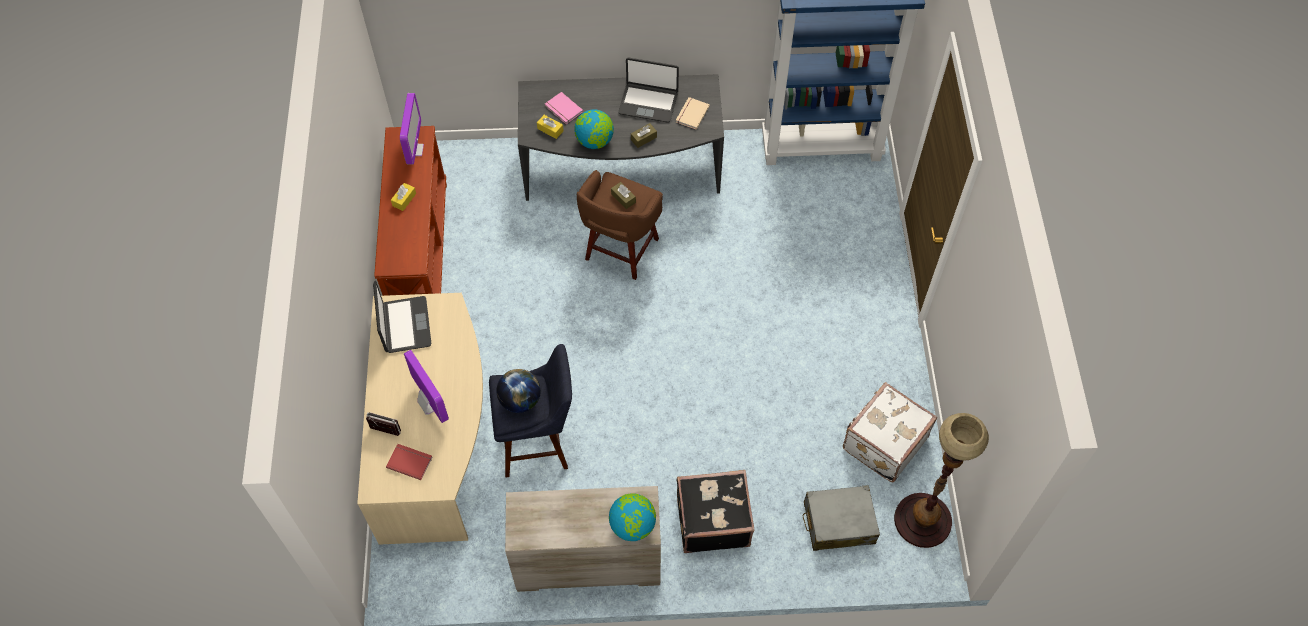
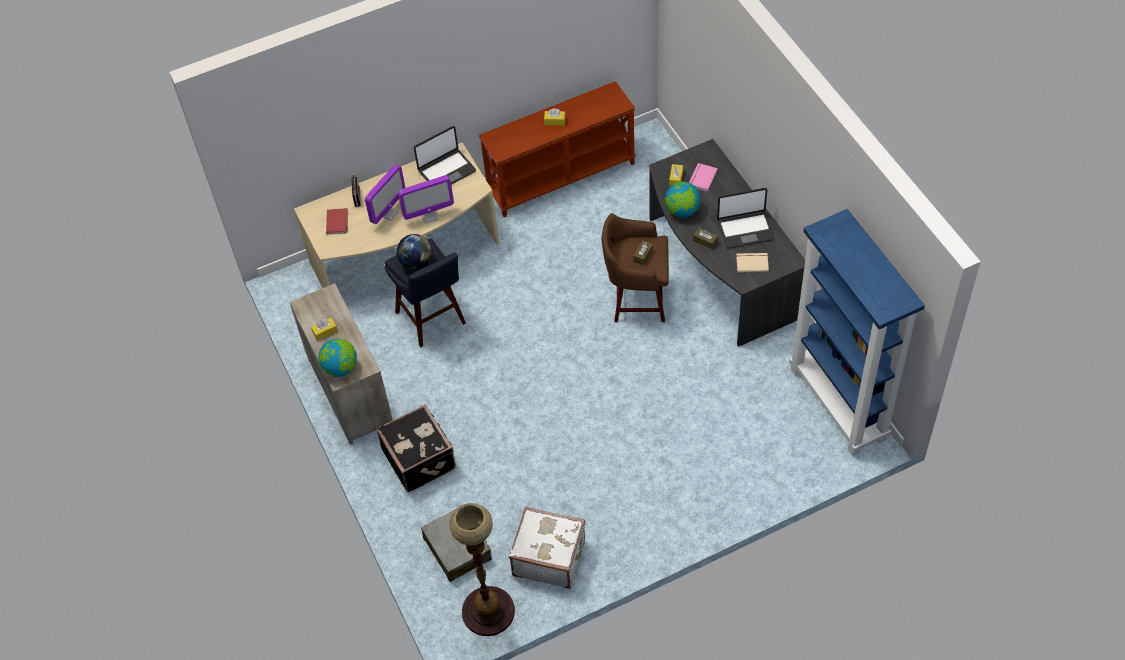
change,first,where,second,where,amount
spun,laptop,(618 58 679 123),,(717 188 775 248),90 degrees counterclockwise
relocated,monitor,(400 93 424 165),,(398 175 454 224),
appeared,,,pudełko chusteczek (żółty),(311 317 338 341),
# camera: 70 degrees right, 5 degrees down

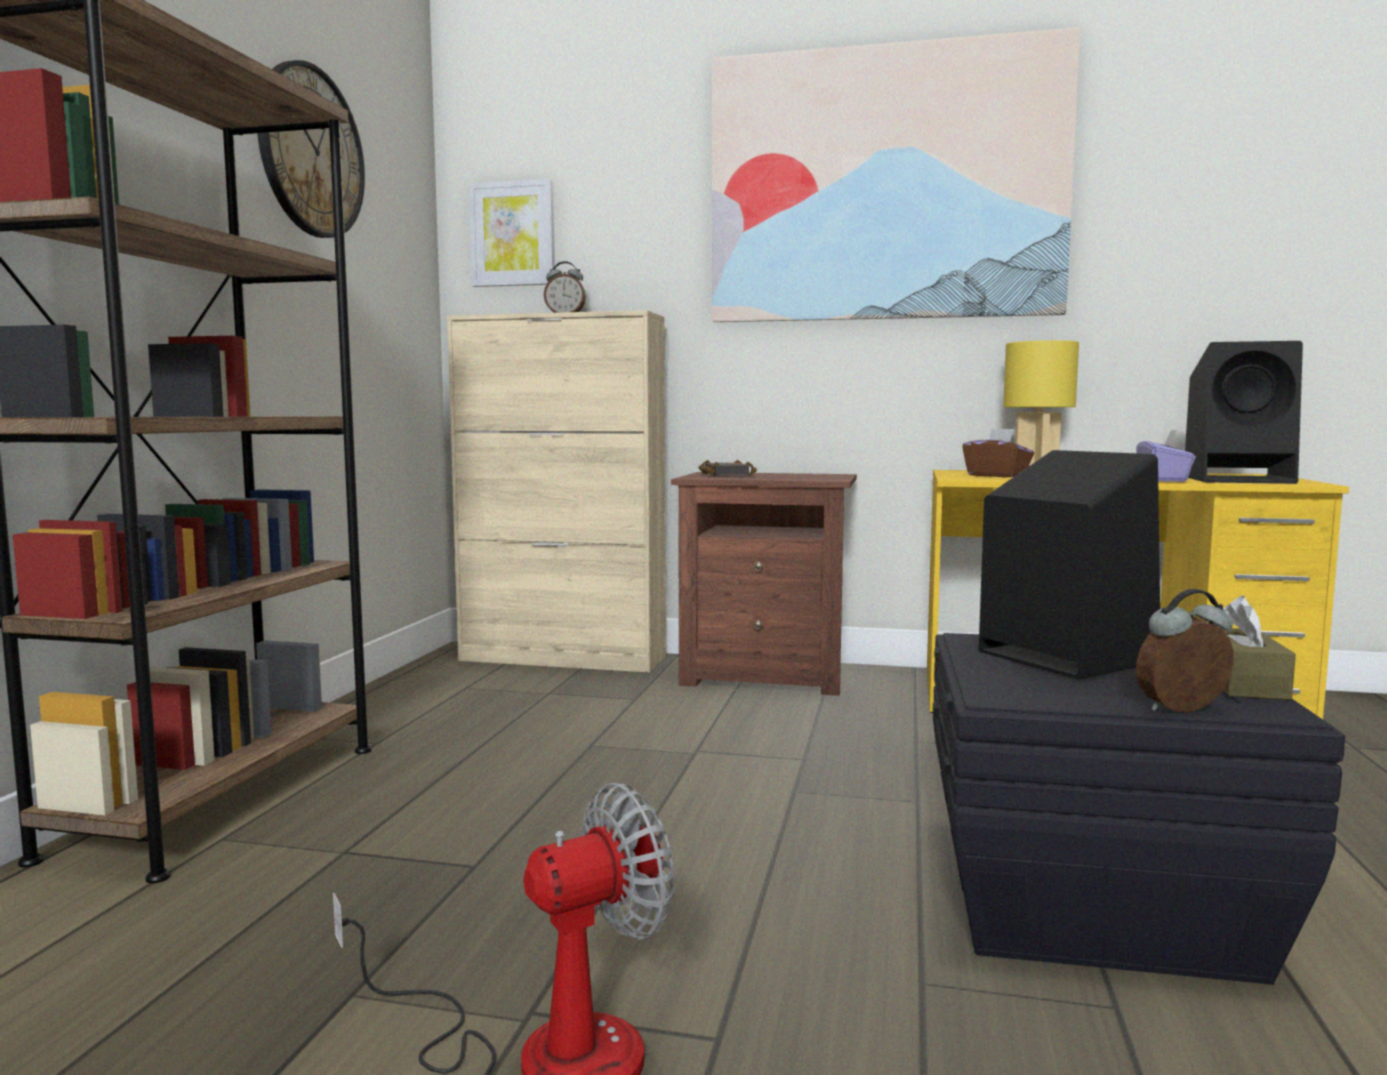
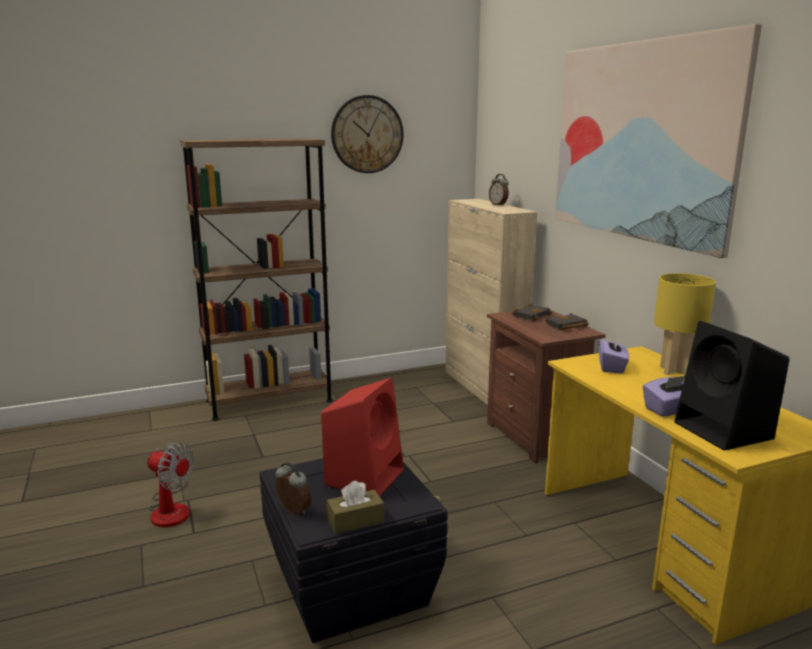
change,first,where,second,where,amount
missing,obraz,(469 179 555 287),,,
colour,pudełko chusteczek (brązowy),(962 428 1034 477),pudełko chusteczek (fioletowy),(599 336 629 373),
colour,głośnik (czarny),(978 450 1160 680),głośnik (czerwony),(321 377 404 496),
appeared,,,książka (czarny),(545 313 589 331),
# camera: 55 degrees right, 10 degrees up

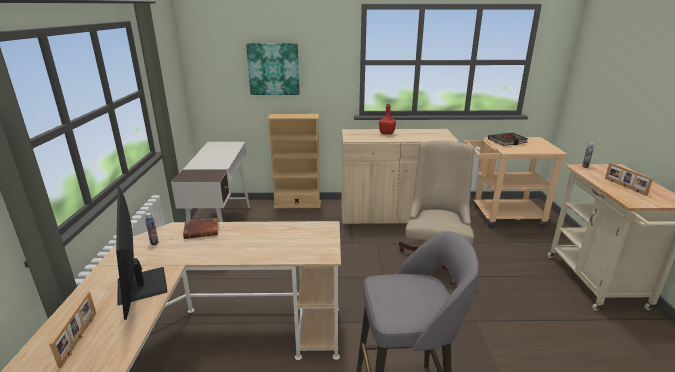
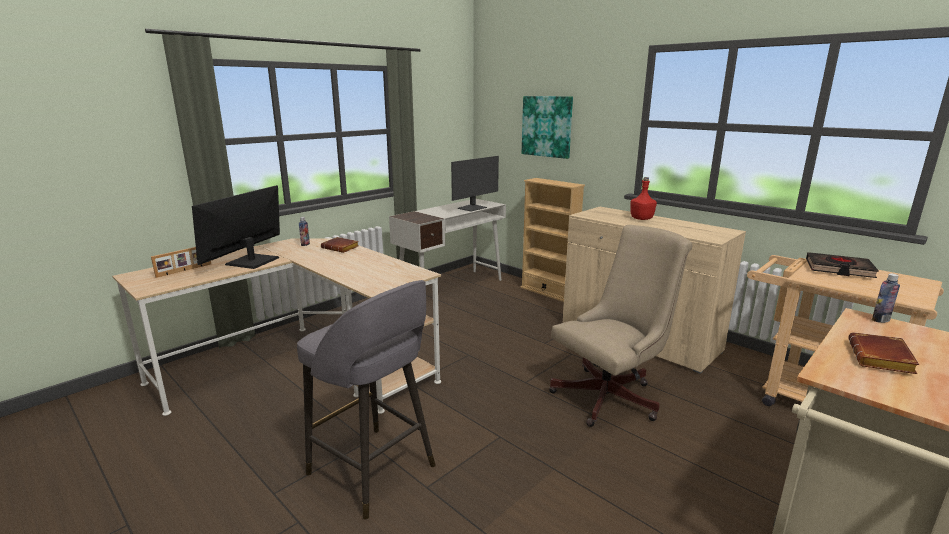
change,first,where,second,where,amount
exchanged,ramka na zdjęcie,(605 163 653 196),książka (brązowy),(848 332 920 374),
appeared,,,monitor,(451 156 499 211),
# camera: 45 degrees right, 5 degrees down

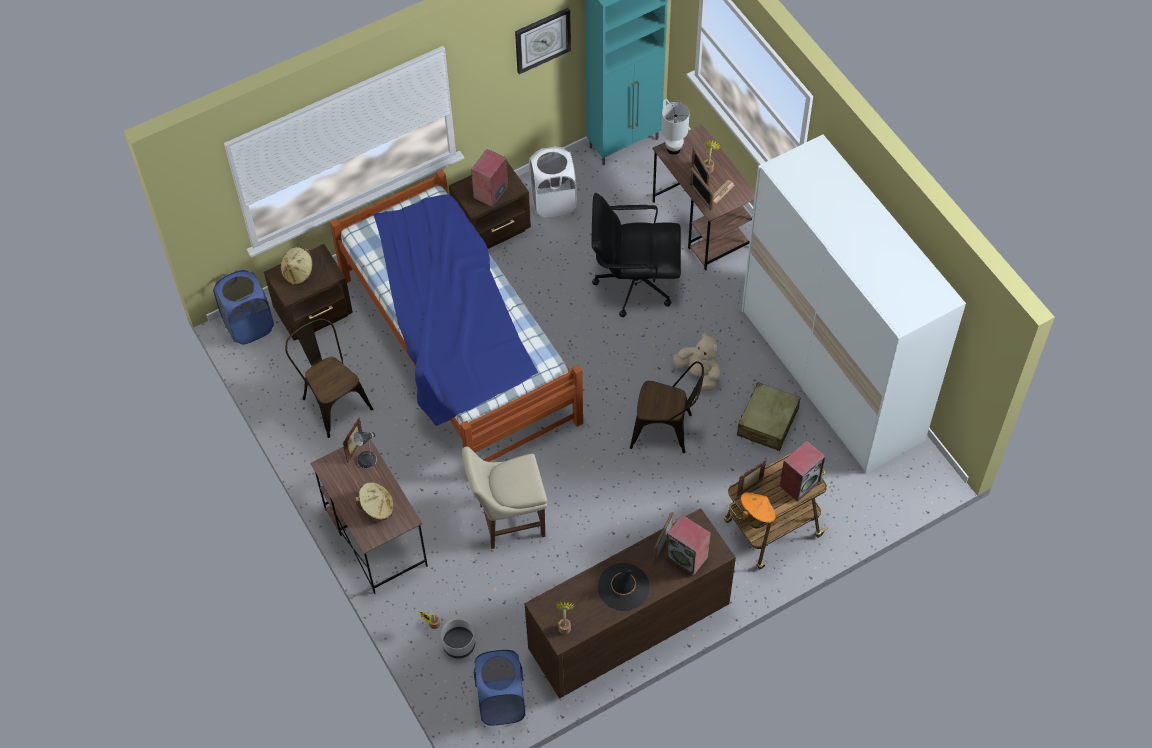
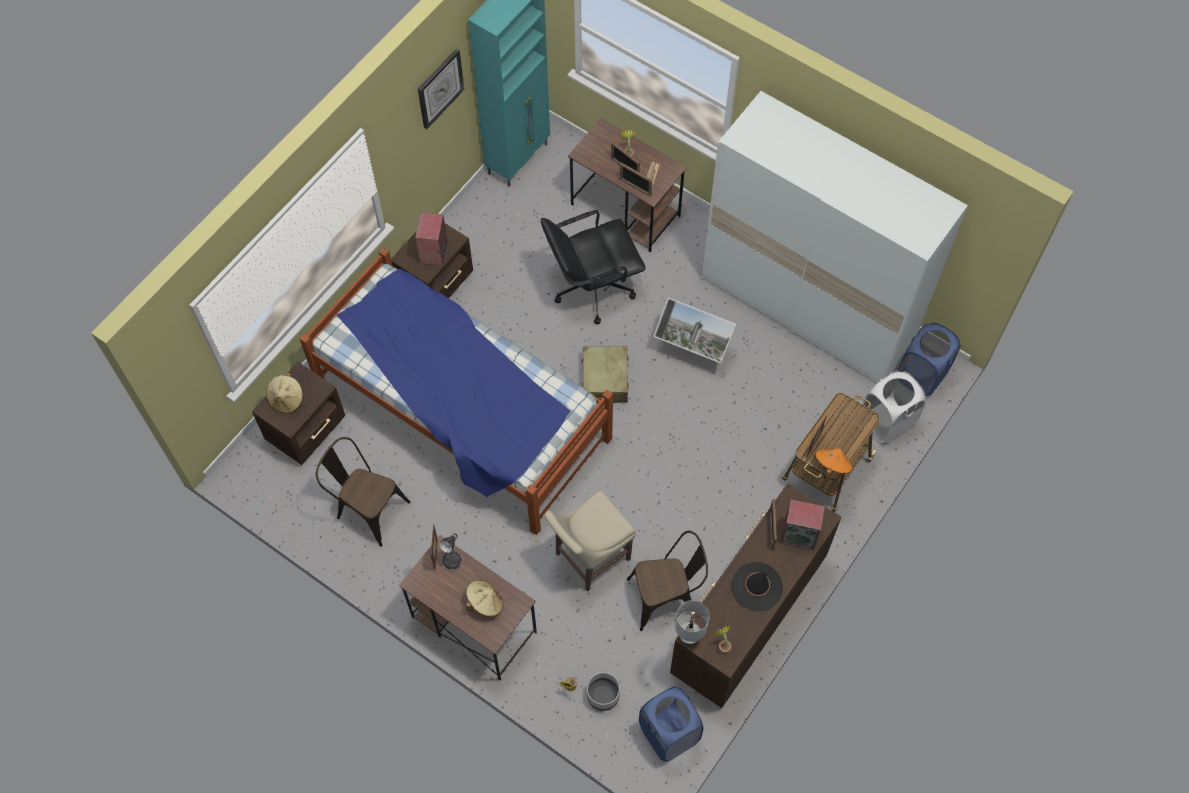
change,first,where,second,where,amount
relocated,lampa stołowa (biały),(661 102 690 155),,(675 600 710 645),
relocated,kosz na pranie (biały),(529 146 577 218),,(862 371 926 443),
relocated,kosz na pranie (niebieski),(213 270 274 345),,(898 323 961 396),
exchanged,pluszak (beżowy),(673 332 721 391),monitor,(654 298 736 363),
relocated,krzesło (brązowy),(630 361 704 453),,(627 531 708 631),
relocated,walizka (beżowy),(737 382 800 451),,(581 346 628 403),
missing,głośnik,(780 441 826 502),,,
# camera: 25 degrees left, 5 degrees up

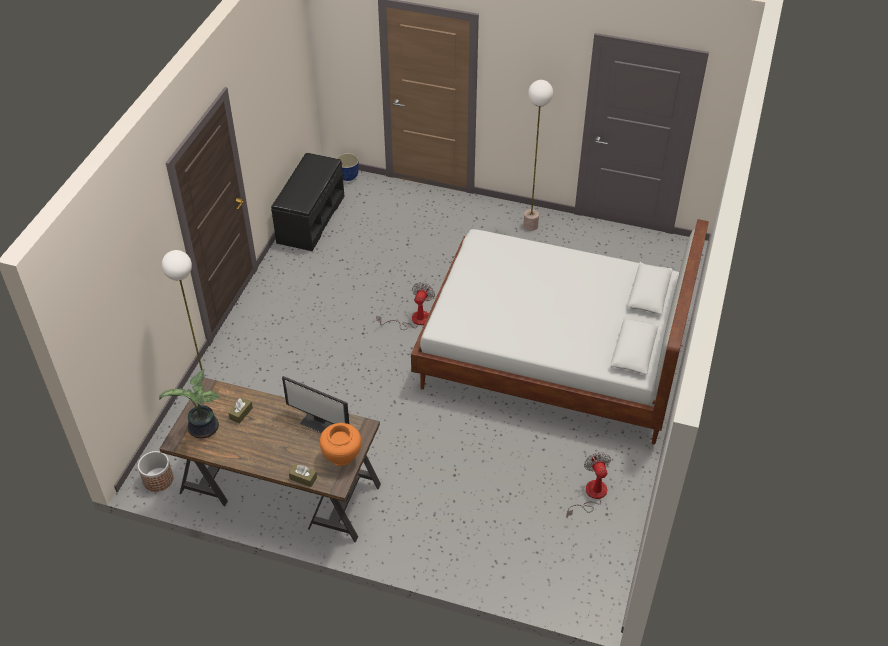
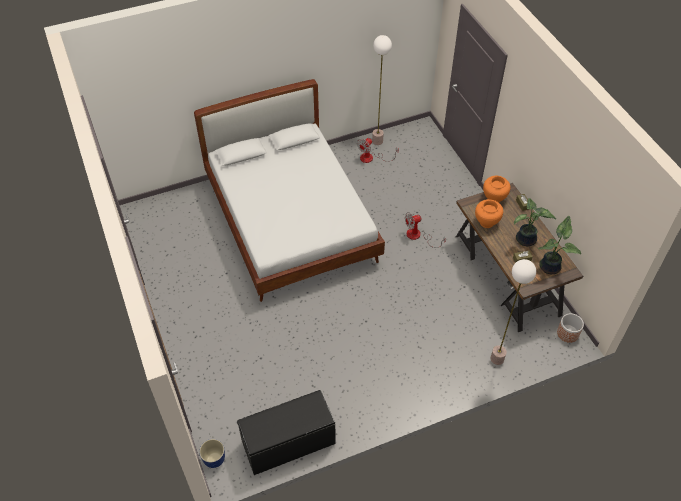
change,first,where,second,where,amount
relocated,lampa stojąca,(523 80 553 231),,(372 35 392 145),
relocated,wentylator,(376 282 435 330),,(405 212 446 248),
exchanged,monitor,(282 376 349 433),wazon (pomarańczowy),(475 199 503 228),
appeared,,,roślina doniczkowa,(514 198 556 246),
# camera: 130 degrees left, 5 degrees up

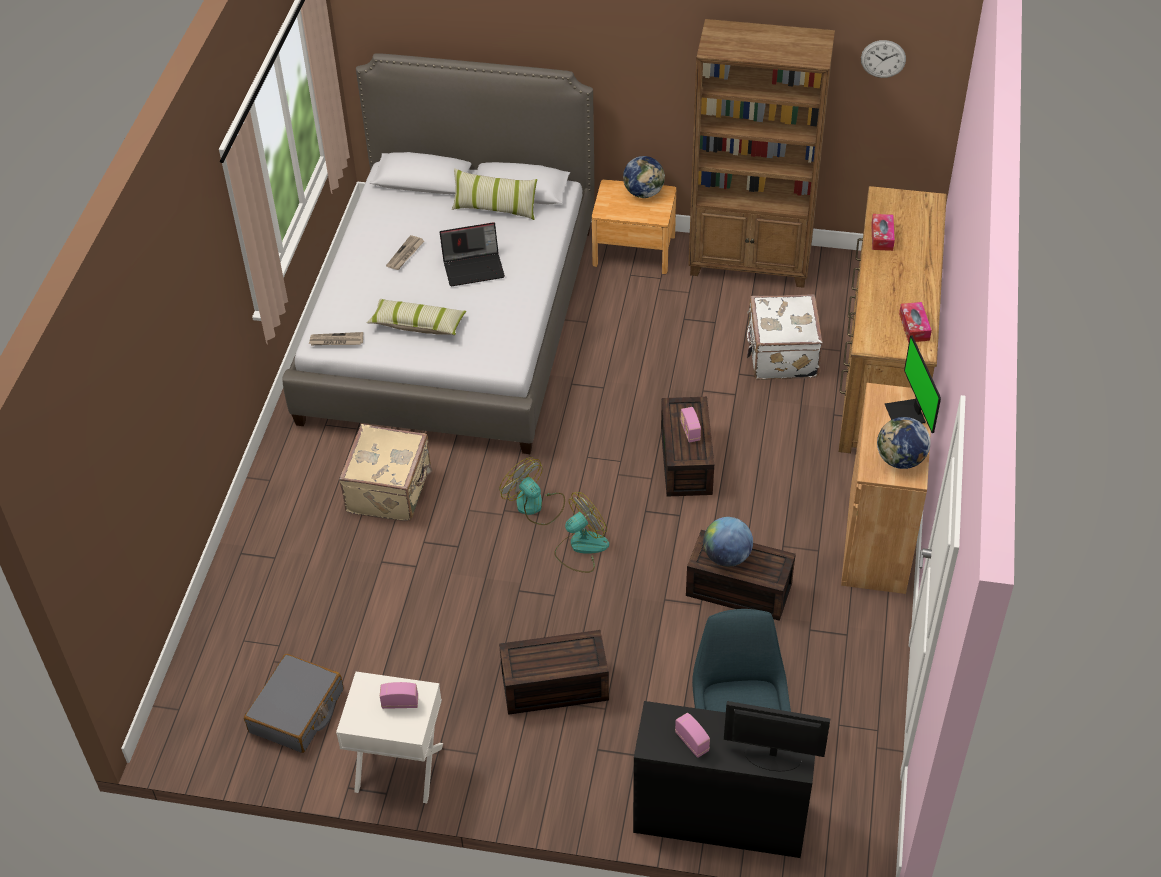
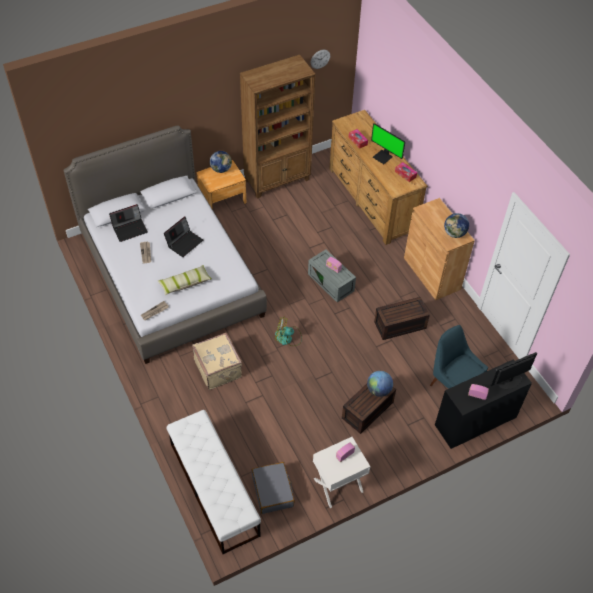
change,first,where,second,where,amount
missing,poduszka,(452 168 537 220),,,
missing,walizka (biały),(747 294 823 380),,,
relocated,monitor,(885 335 941 433),,(371 123 405 164),
colour,pojemnik do przechowywania (brązowy),(661 397 714 497),pojemnik do przechowywania (szary),(308 249 356 302),
missing,wentylator,(554 492 609 573),,,
relocated,globus,(703 517 753 567),,(367 371 393 397),
appeared,,,laptop,(109 204 148 242),
appeared,,,ławka (biały),(167 410 261 554),
# camera: 40 degrees left, 5 degrees up

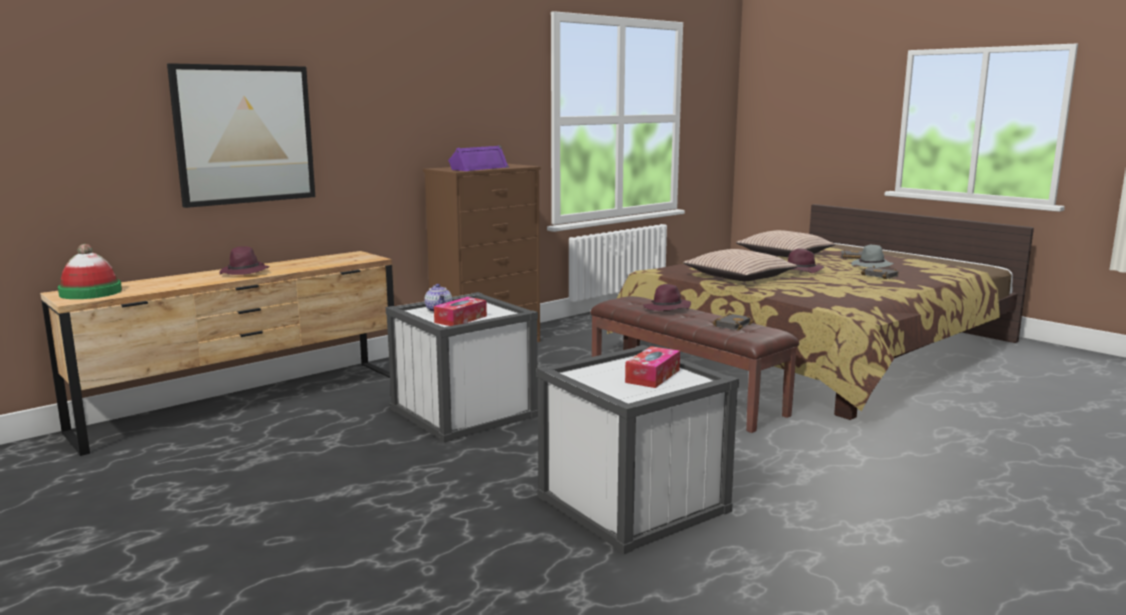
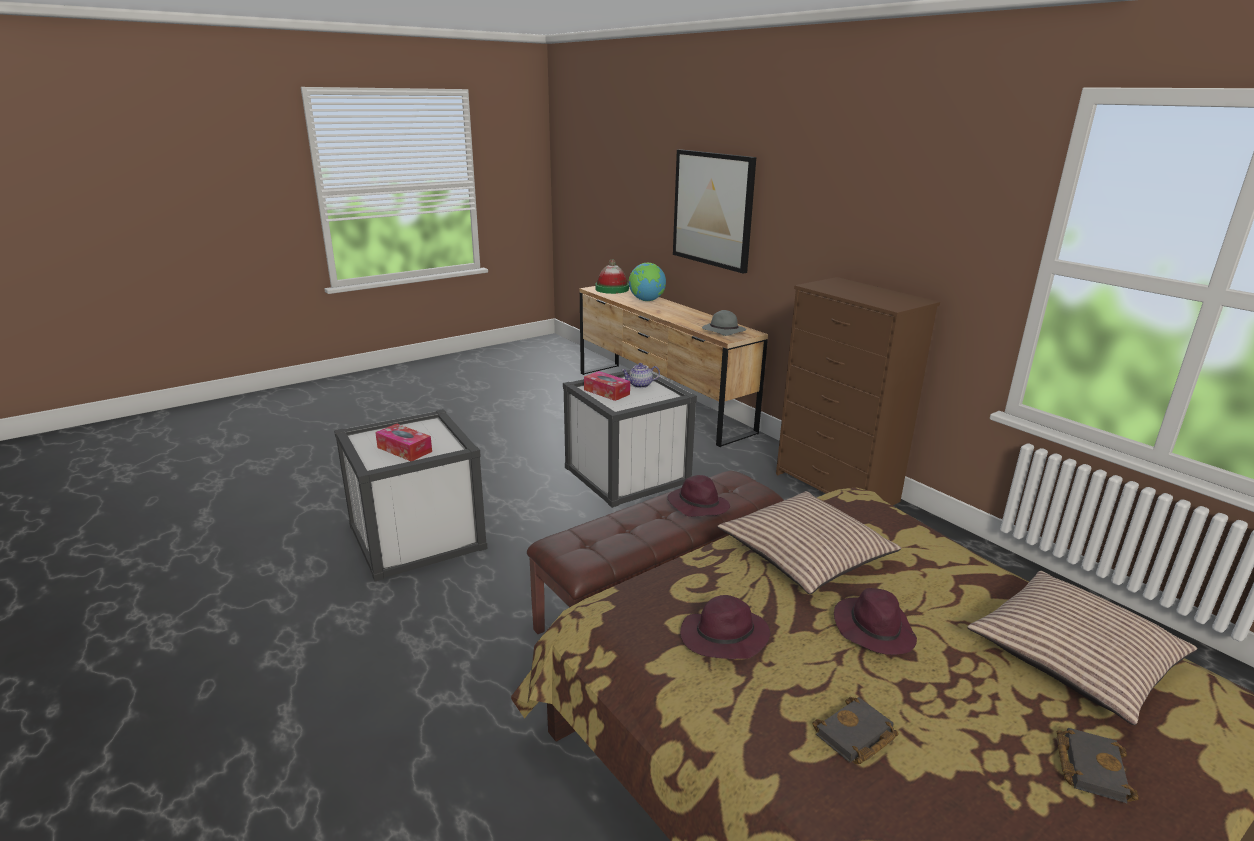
change,first,where,second,where,amount
missing,głośnik (fioletowy),(448 145 509 171),,,
relocated,kapelusz (szary),(851 245 894 268),,(702 310 746 336),
relocated,kapelusz (fioletowy),(220 246 270 275),,(680 595 770 659),
missing,książka (czarny),(712 313 754 330),,,
appeared,,,globus,(629 263 666 301),
# camera: 95 degrees right, 10 degrees up

